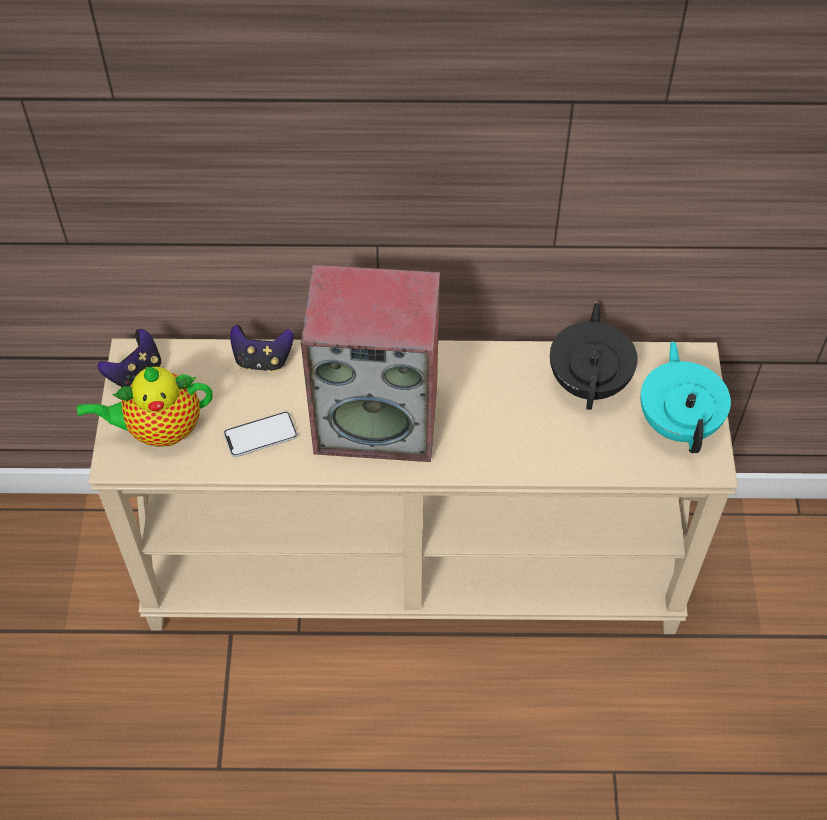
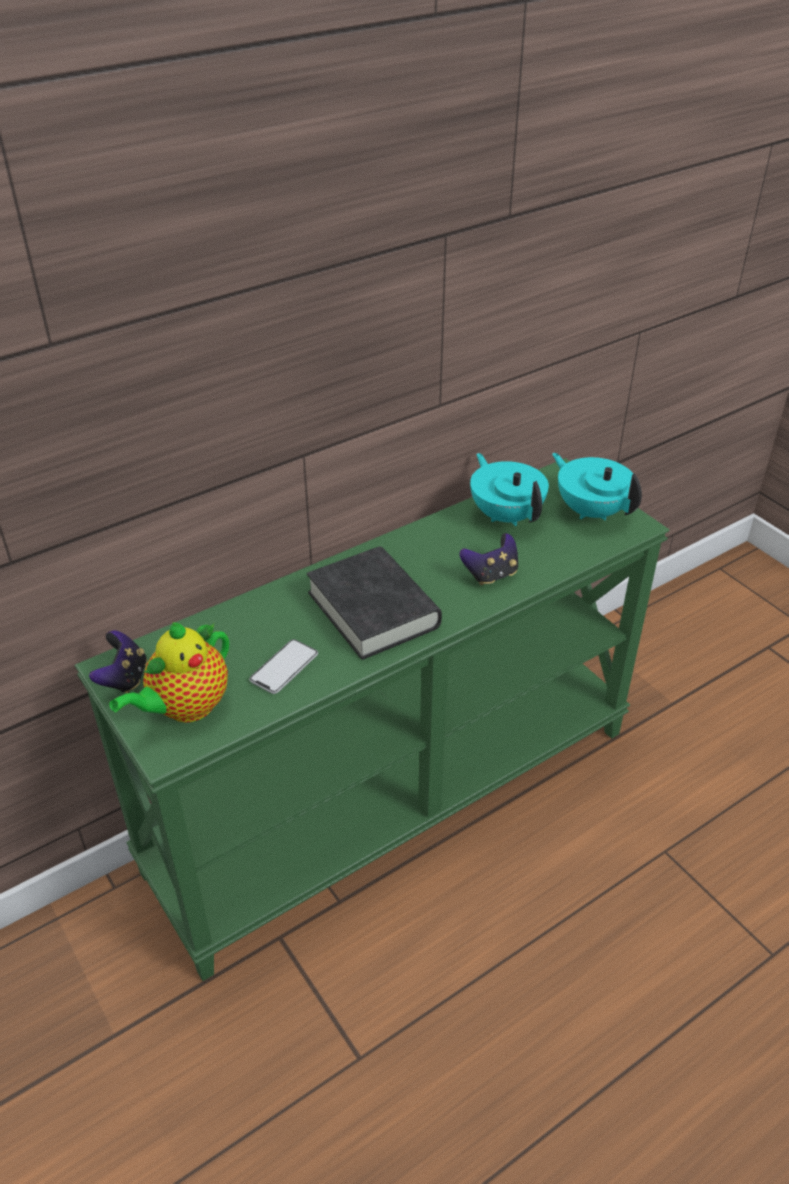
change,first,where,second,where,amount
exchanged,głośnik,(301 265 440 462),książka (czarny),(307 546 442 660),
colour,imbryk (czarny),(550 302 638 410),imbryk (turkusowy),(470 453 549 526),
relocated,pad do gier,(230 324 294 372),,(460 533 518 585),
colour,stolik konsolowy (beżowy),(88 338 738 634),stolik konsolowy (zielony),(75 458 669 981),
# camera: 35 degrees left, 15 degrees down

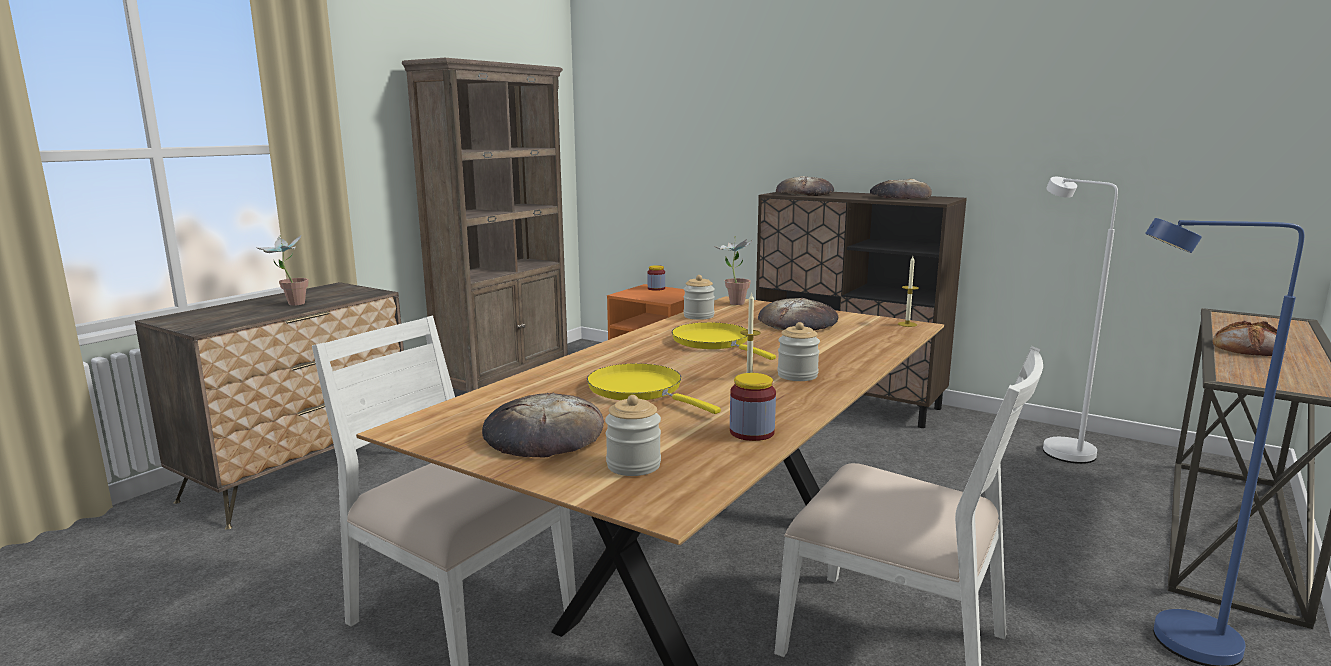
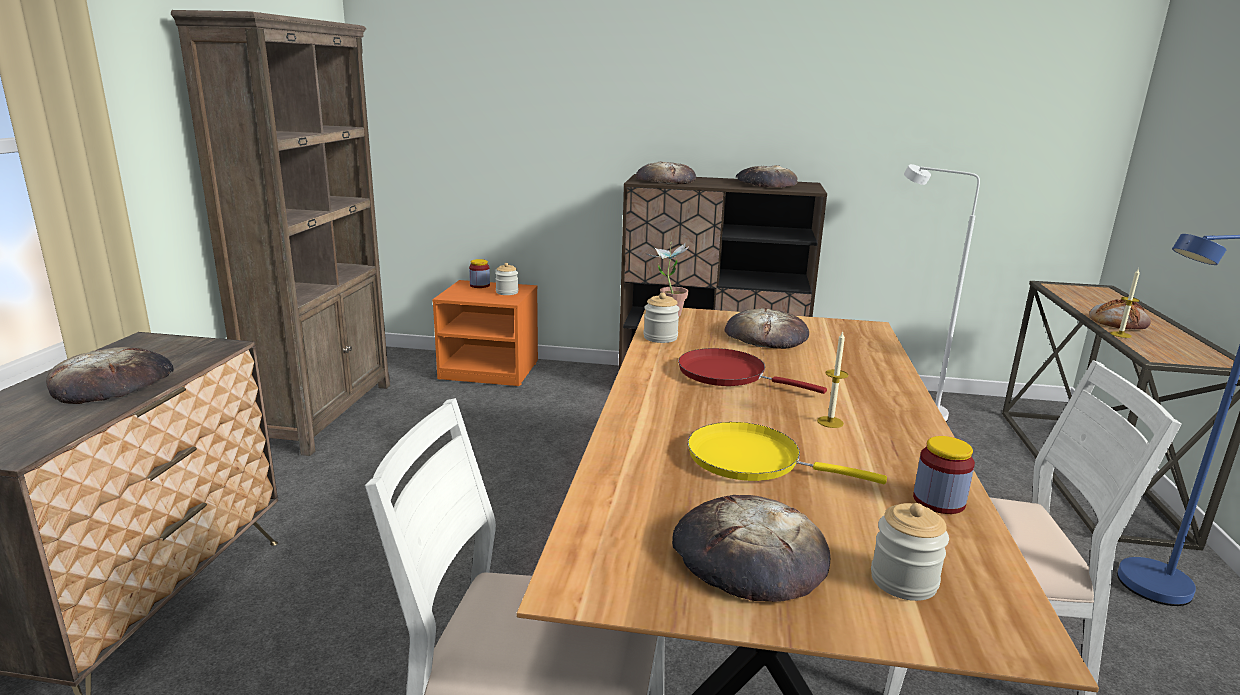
change,first,where,second,where,amount
exchanged,roślina doniczkowa,(255 234 309 306),chleb,(46 347 174 404),
relocated,świeca,(898 256 919 327),,(1110 268 1140 338),
colour,patelnia (żółty),(672 322 776 360),patelnia (czerwony),(678 348 827 394),
relocated,słoik,(777 322 820 381),,(495 263 519 295),
# camera: 25 degrees left, 5 degrees up

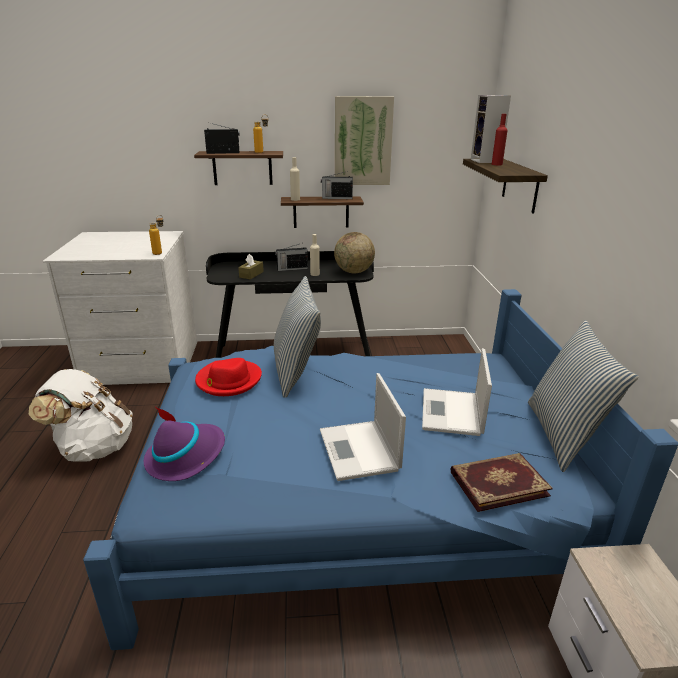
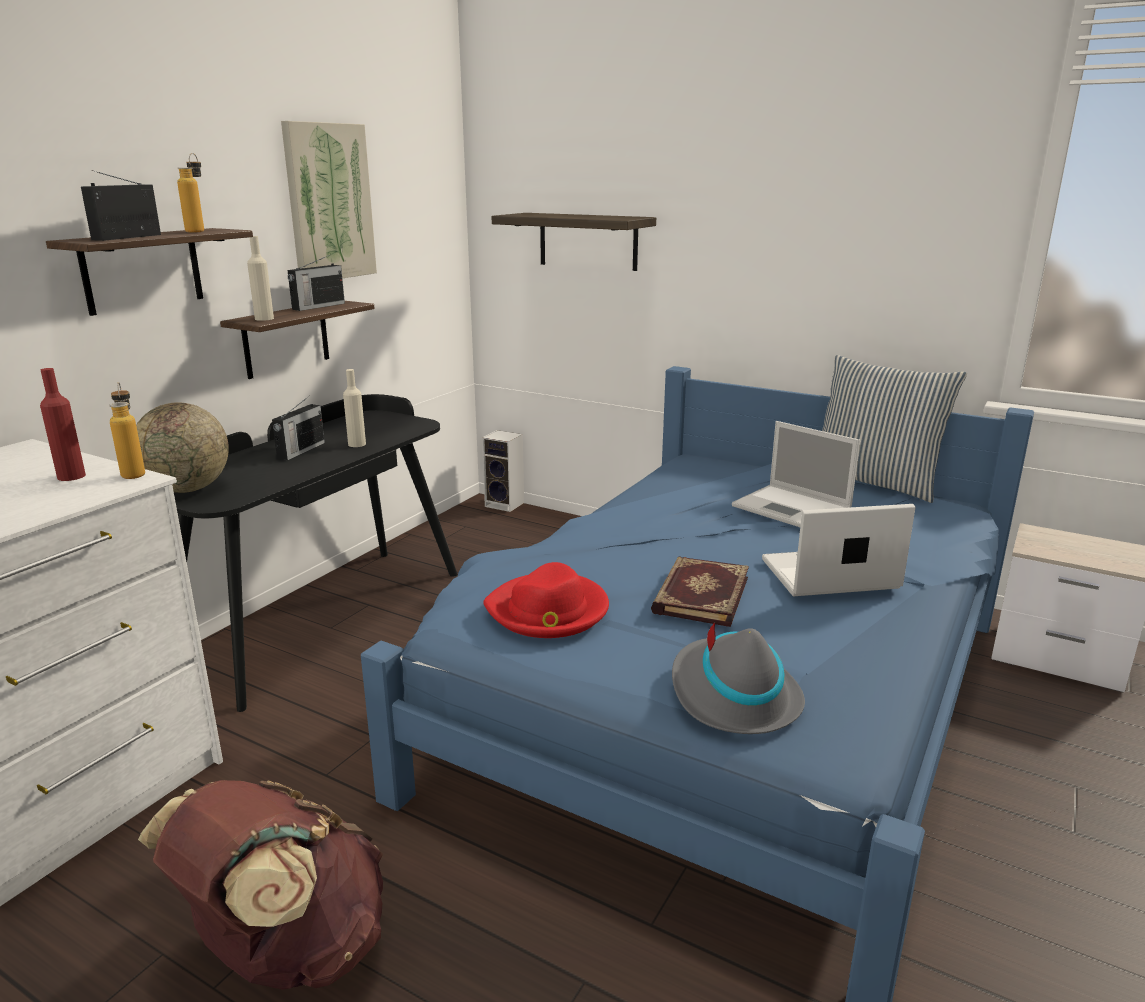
change,first,where,second,where,amount
relocated,głośnik,(471 95 511 163),,(482 430 524 512),
relocated,butelka (czerwony),(492 114 508 165),,(40 368 86 481),
relocated,globus,(334 232 375 273),,(136 402 229 493),
missing,pudełko chusteczek (brązowy),(238 254 264 280),,,
missing,poduszka,(274 276 321 398),,,
colour,plecak (biały),(29 369 133 462),plecak (brązowy),(138 780 383 990),
spun,laptop,(320 373 406 481),,(762 504 916 596),150 degrees clockwise
colour,kapelusz (fioletowy),(144 407 225 481),kapelusz (szary),(672 622 805 734),
relocated,książka,(451 453 553 512),,(651 557 749 627),
# camera: 55 degrees left, 5 degrees down

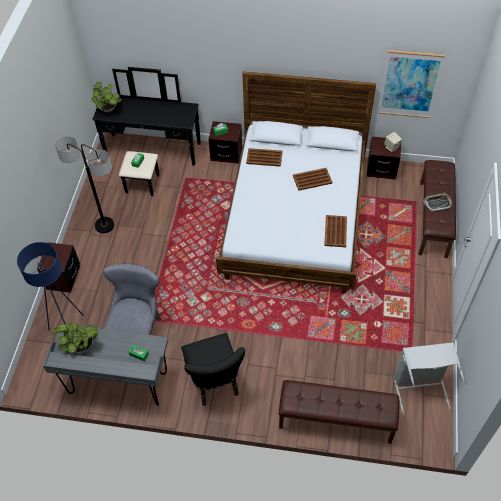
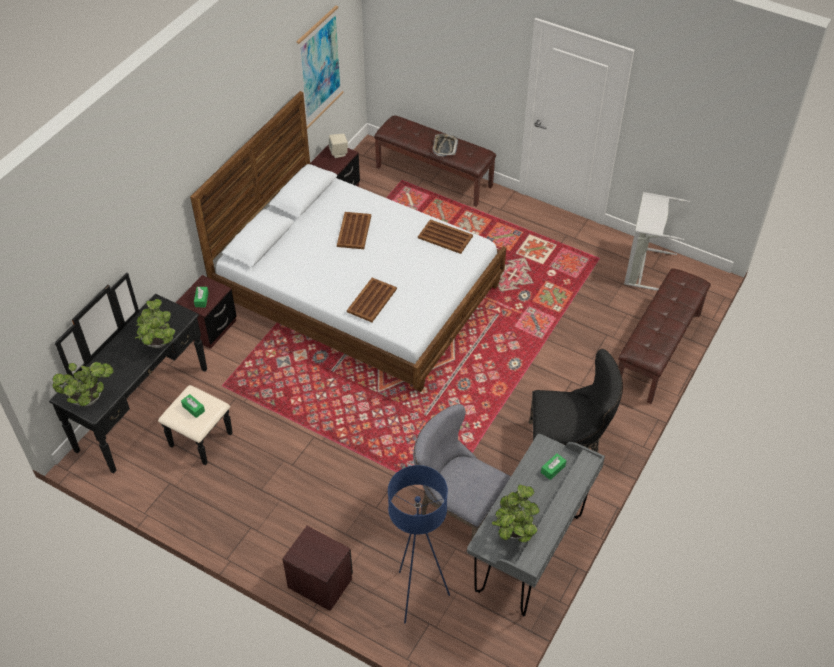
change,first,where,second,where,amount
missing,lampa stojąca,(55 137 114 233),,,
relocated,taca (brązowy),(246 148 282 167),,(347 278 397 322),
appeared,,,roślina doniczkowa,(135 299 175 348),
# camera: 70 degrees left, 5 degrees down

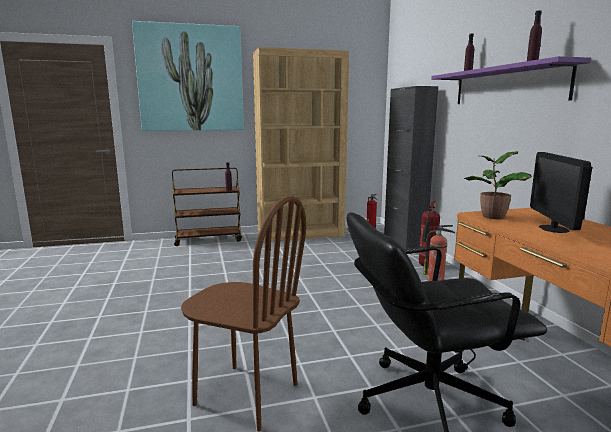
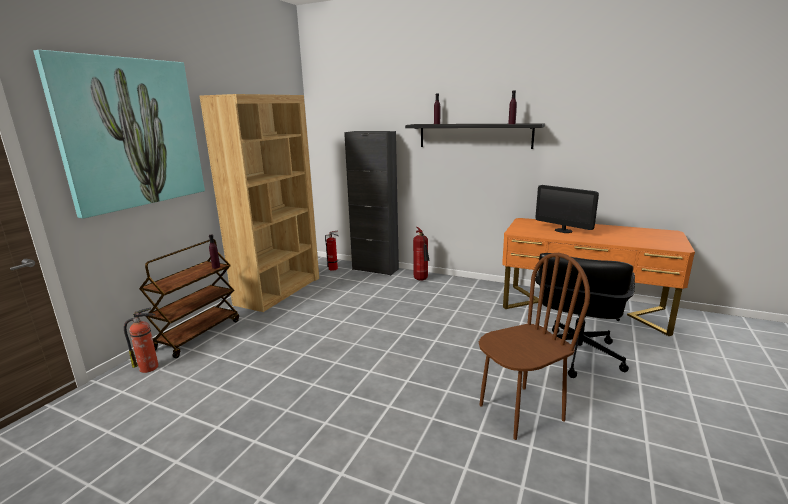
change,first,where,second,where,amount
colour,półka (fioletowy),(431 56 591 104),półka (czarny),(405 123 545 149),
missing,roślina doniczkowa,(464 151 532 219),,,
relocated,gaśnica,(423 225 455 281),,(124 308 159 373),
# camera: 50 degrees left, 5 degrees up

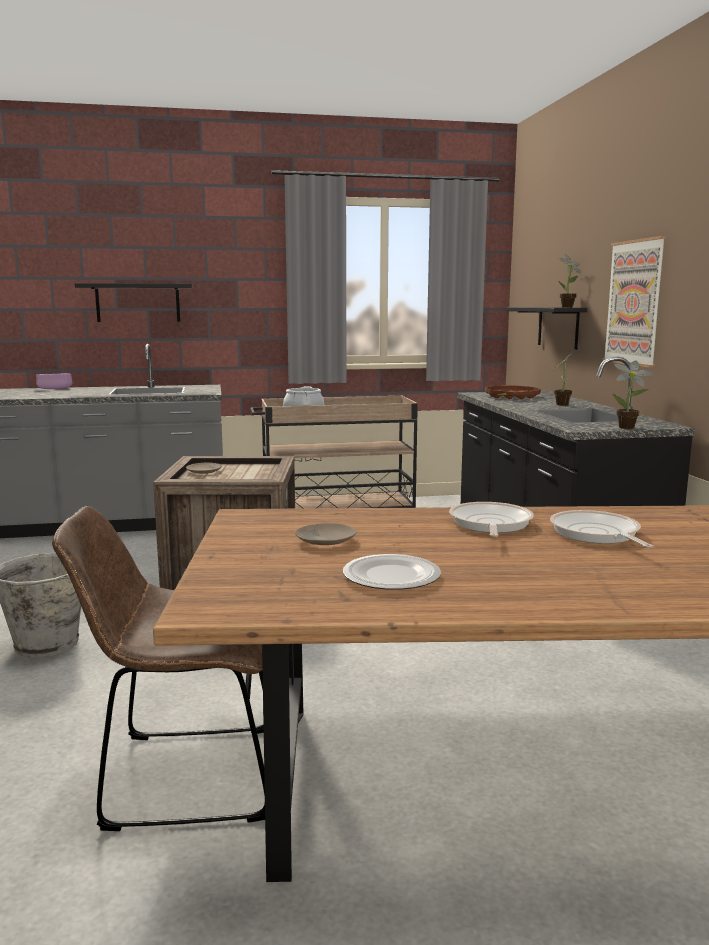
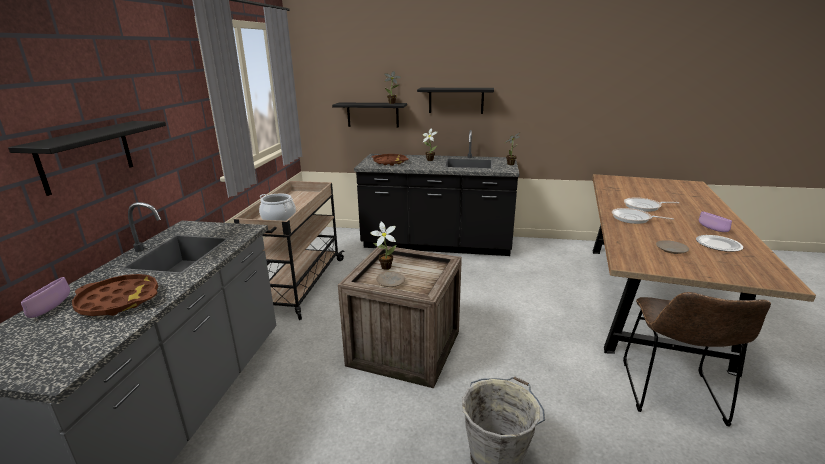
change,first,where,second,where,amount
exchanged,obraz,(602 236 667 368),półka (czarny),(417 88 494 114),
appeared,,,miska (fioletowy),(699 211 732 232),
appeared,,,roślina doniczkowa,(370 222 396 270),
appeared,,,taca (brązowy),(72 274 158 316),
# camera: 70 degrees left, 10 degrees up

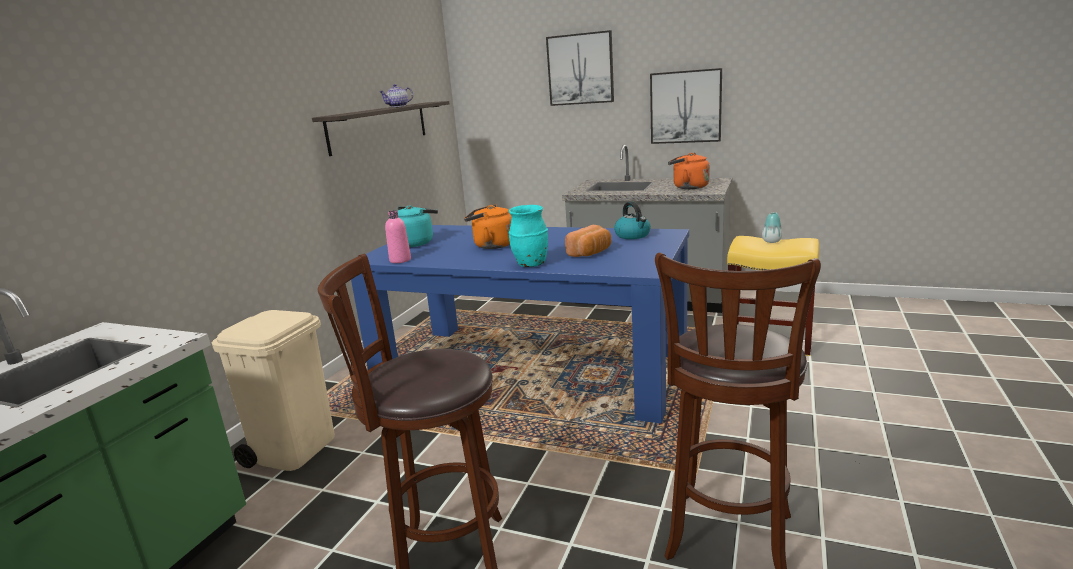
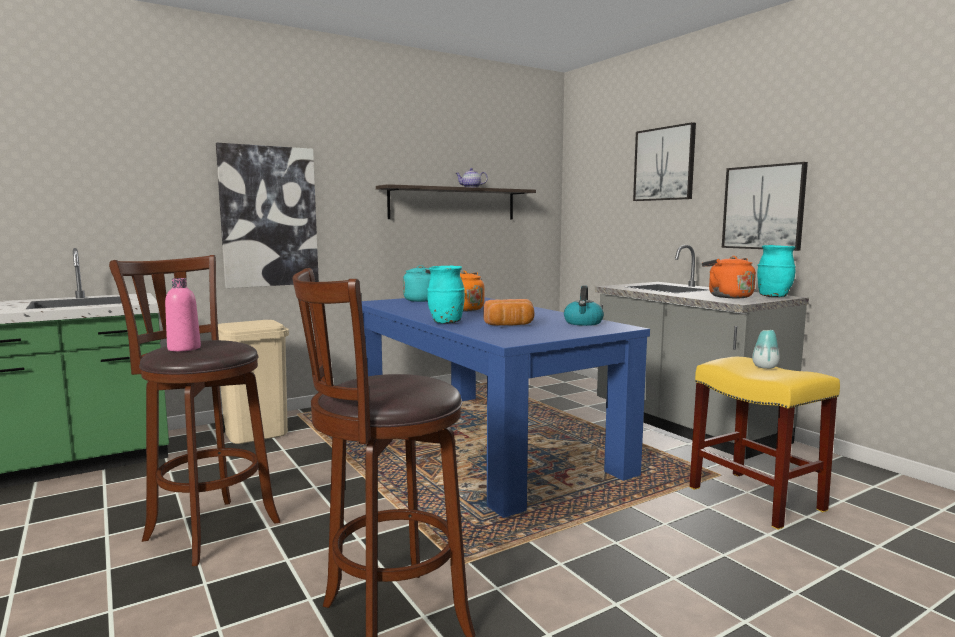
change,first,where,second,where,amount
relocated,butelka (różowy),(385 210 411 263),,(165 278 201 352),
appeared,,,obraz,(216 143 319 288),
appeared,,,wazon (turkusowy),(757 245 796 297),
# camera: 35 degrees right, 10 degrees down

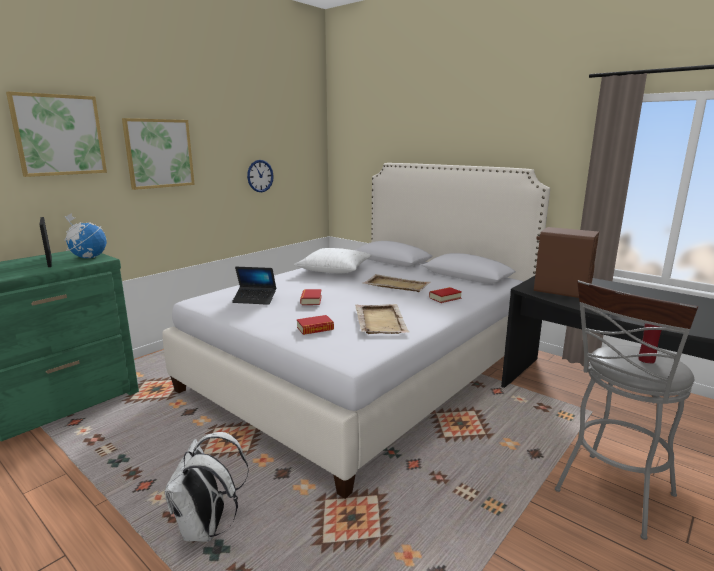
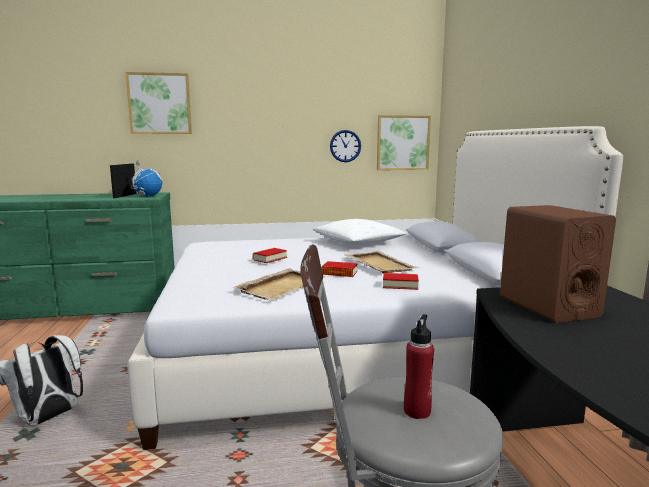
change,first,where,second,where,amount
relocated,obraz,(122 118 195 190),,(377 115 431 170),
missing,laptop,(232 267 276 305),,,
relocated,książka,(297 315 334 335),,(322 261 357 277),
# camera: 40 degrees right, 5 degrees down

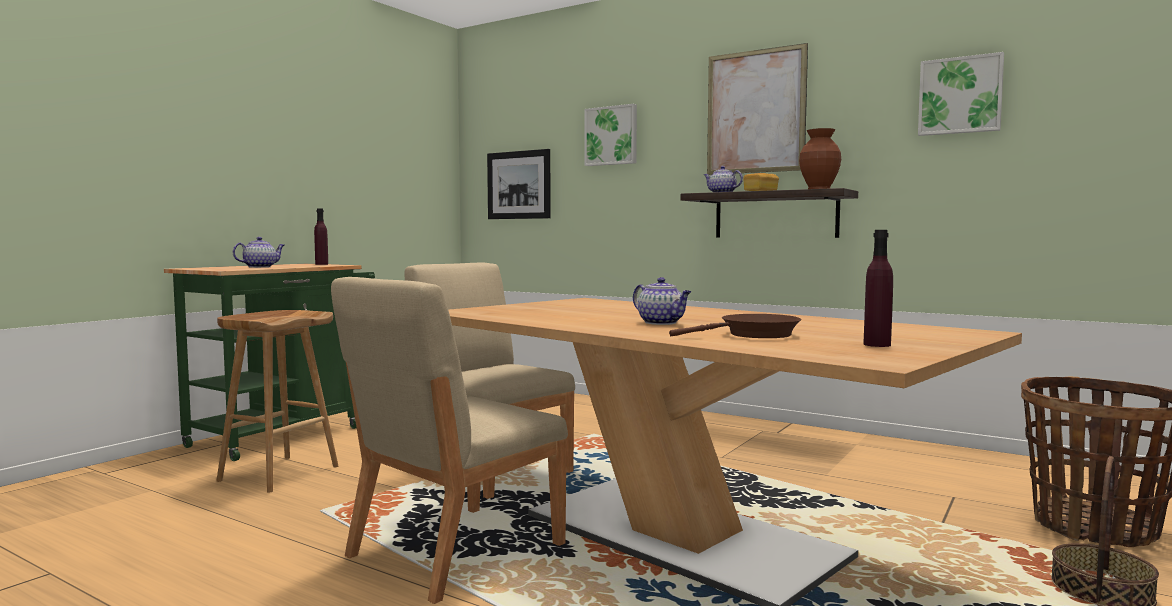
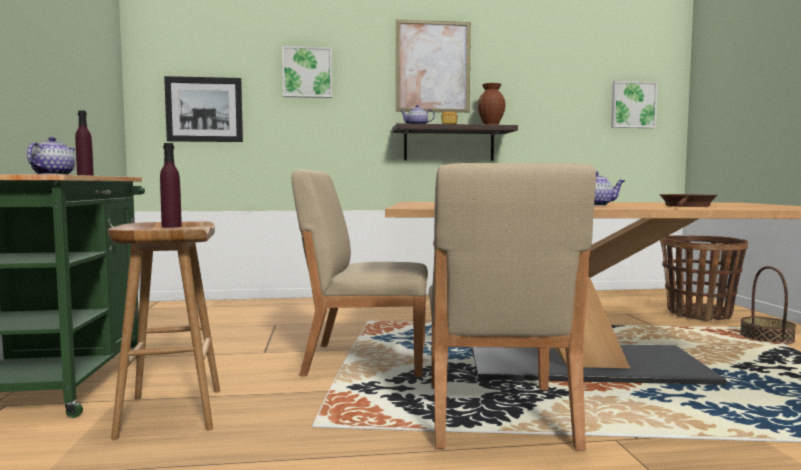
change,first,where,second,where,amount
relocated,obraz,(918 52 1004 136),,(611 81 658 128),
relocated,butelka (fioletowy),(863 230 893 347),,(160 143 182 228),
# camera: 40 degrees left, 0 degrees up

